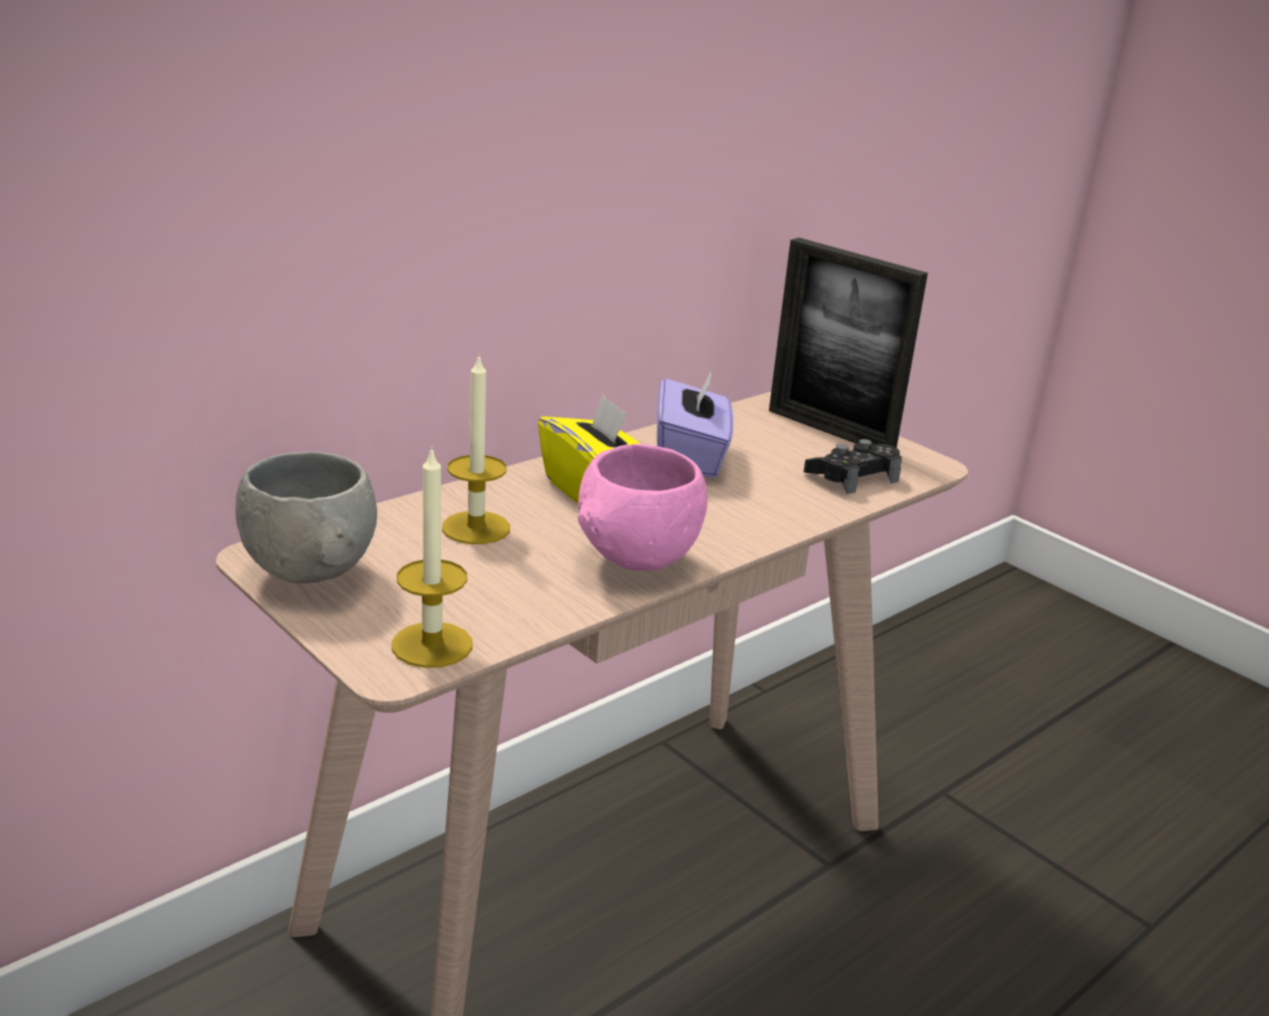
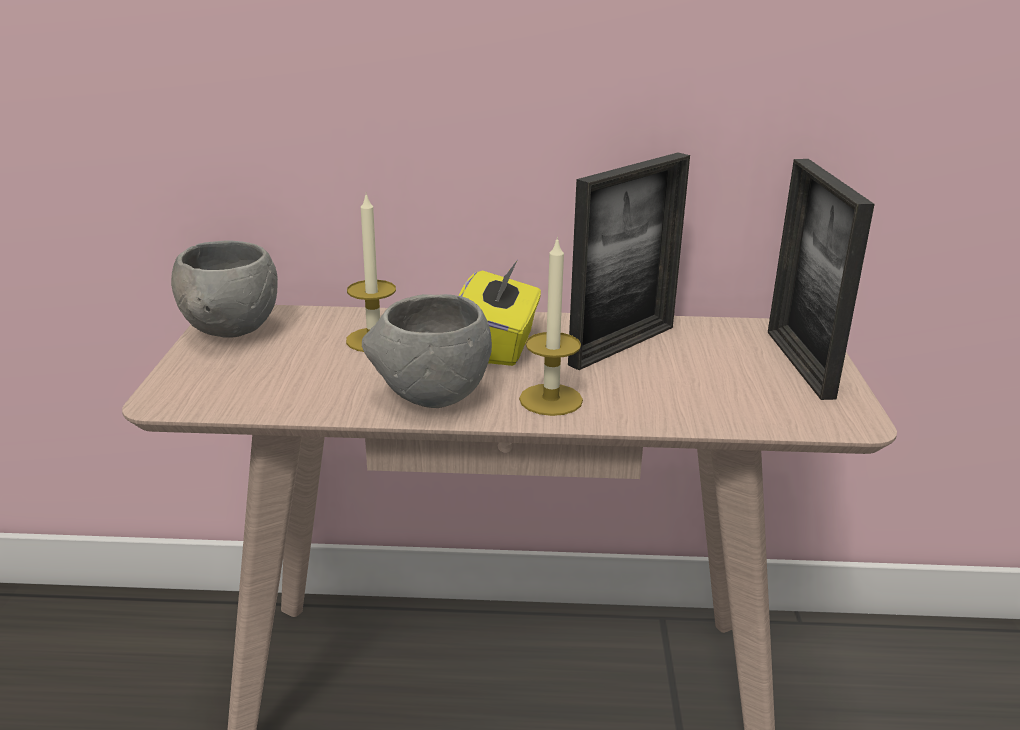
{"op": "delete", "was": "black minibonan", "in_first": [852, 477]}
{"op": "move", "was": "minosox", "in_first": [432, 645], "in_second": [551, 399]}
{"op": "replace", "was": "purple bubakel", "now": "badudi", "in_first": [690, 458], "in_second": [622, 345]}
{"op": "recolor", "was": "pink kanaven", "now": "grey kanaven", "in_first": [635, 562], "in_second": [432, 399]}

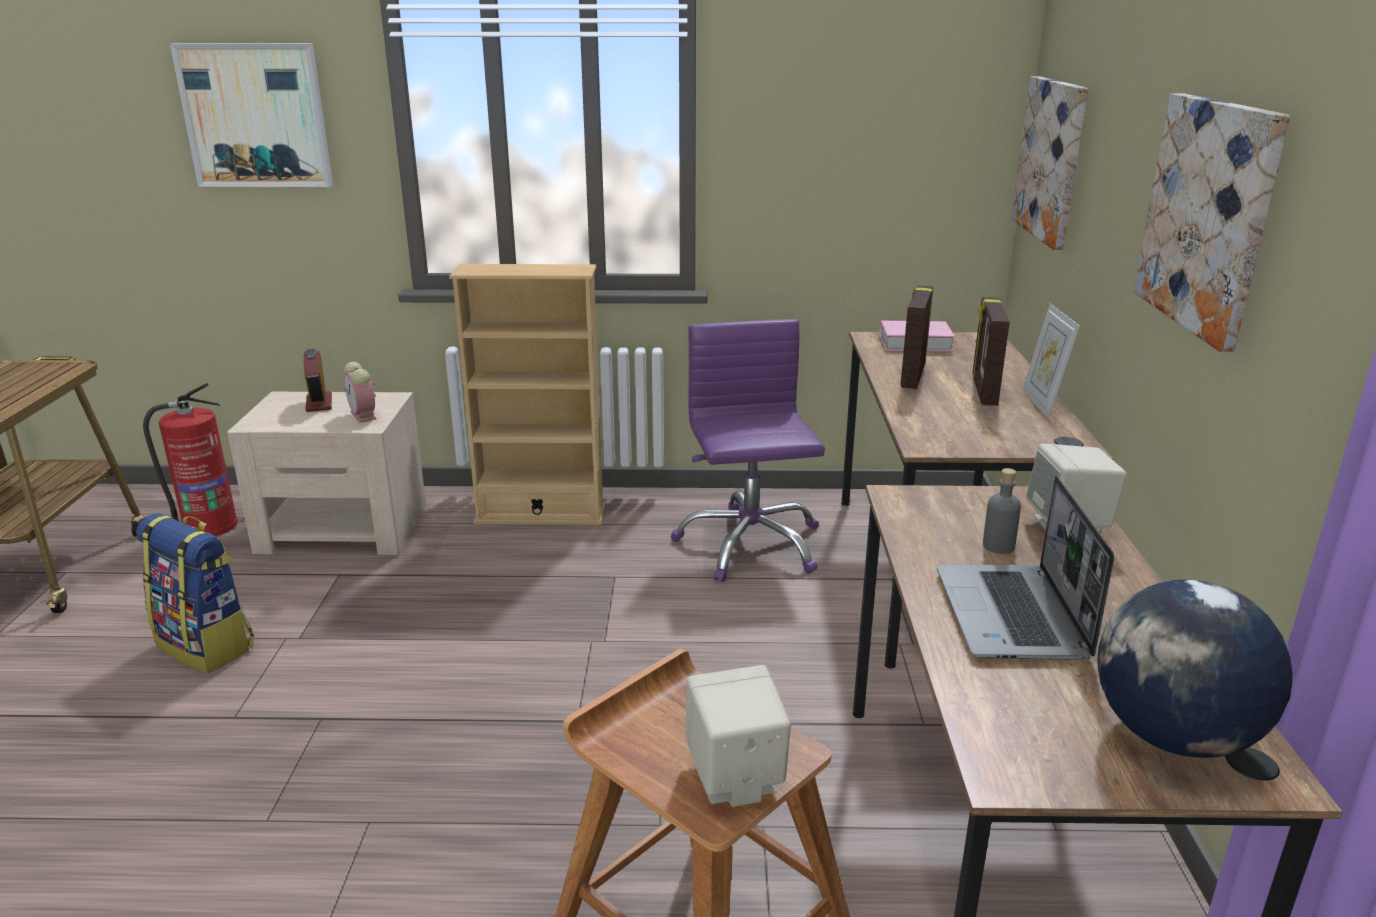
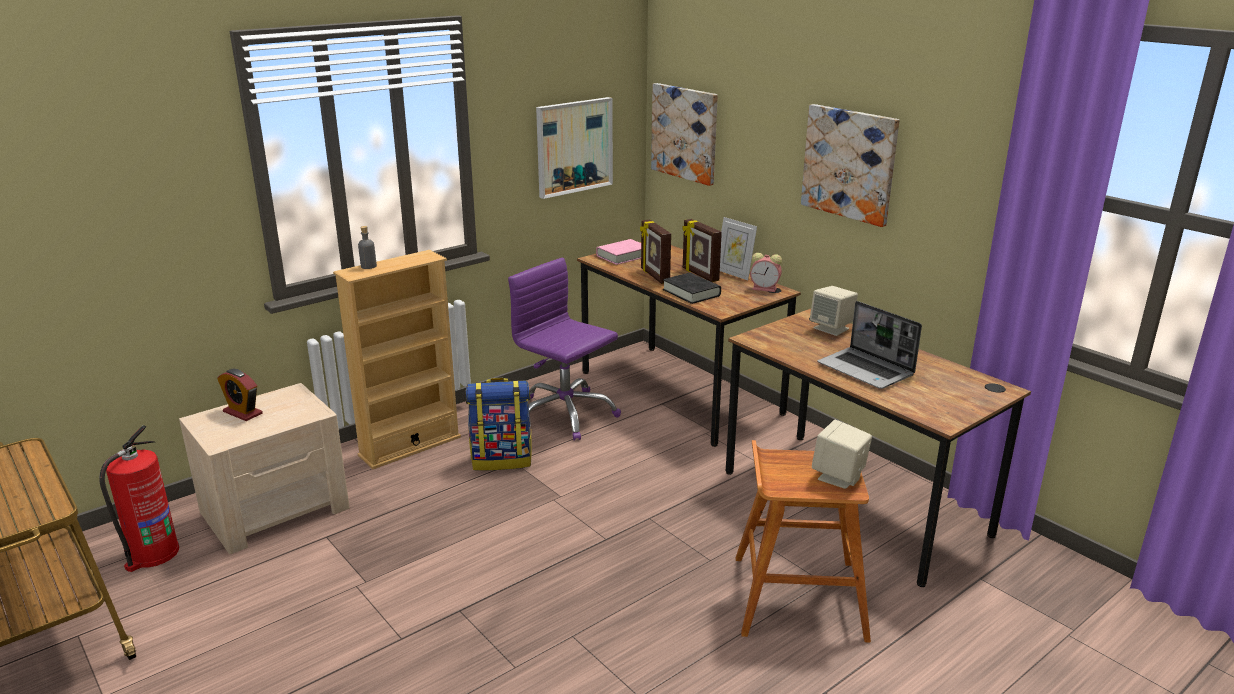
{"op": "delete", "was": "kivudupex", "in_first": [1172, 736]}
{"op": "insert", "now": "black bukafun", "in_second": [691, 292]}
{"op": "move", "was": "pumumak", "in_first": [207, 646], "in_second": [502, 459]}
{"op": "move", "was": "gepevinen", "in_first": [256, 116], "in_second": [574, 146]}
{"op": "move", "was": "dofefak", "in_first": [364, 416], "in_second": [765, 288]}
{"op": "move", "was": "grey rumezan", "in_first": [998, 546], "in_second": [368, 266]}

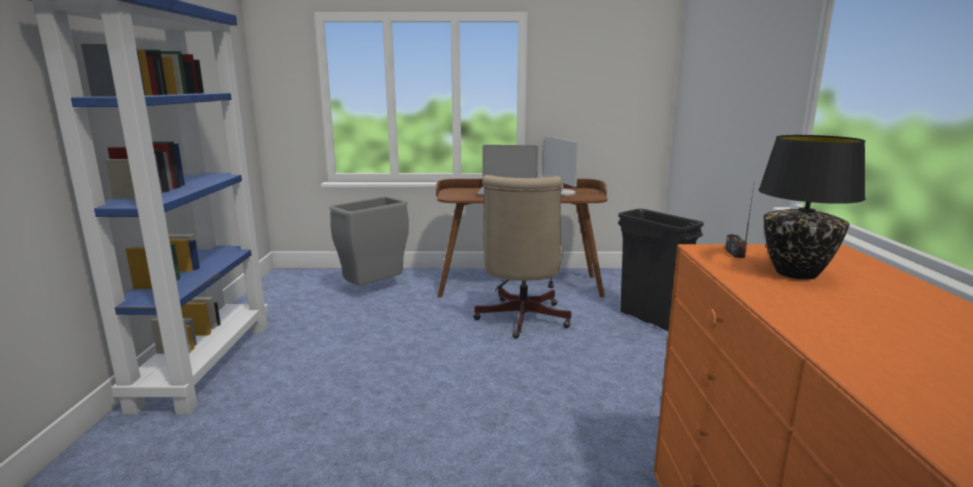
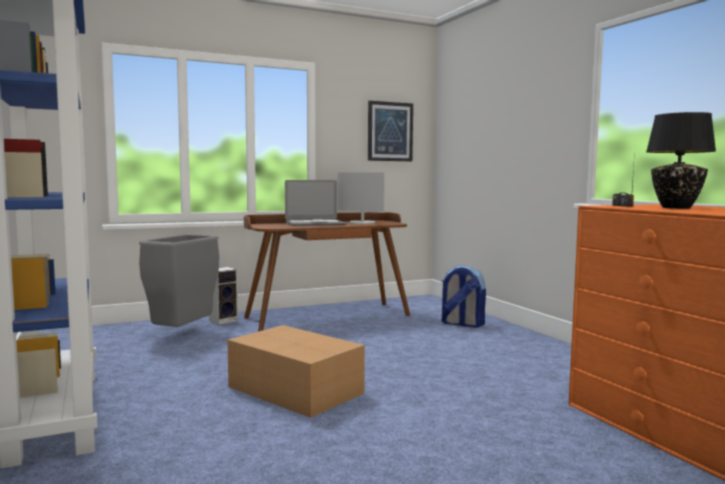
{"op": "delete", "was": "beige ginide", "in_first": [521, 320]}
{"op": "insert", "now": "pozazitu", "in_second": [224, 320]}
{"op": "insert", "now": "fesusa", "in_second": [296, 390]}
{"op": "insert", "now": "gepevinen", "in_second": [390, 131]}
{"op": "replace", "was": "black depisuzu", "now": "pumumak", "in_first": [649, 319], "in_second": [461, 324]}

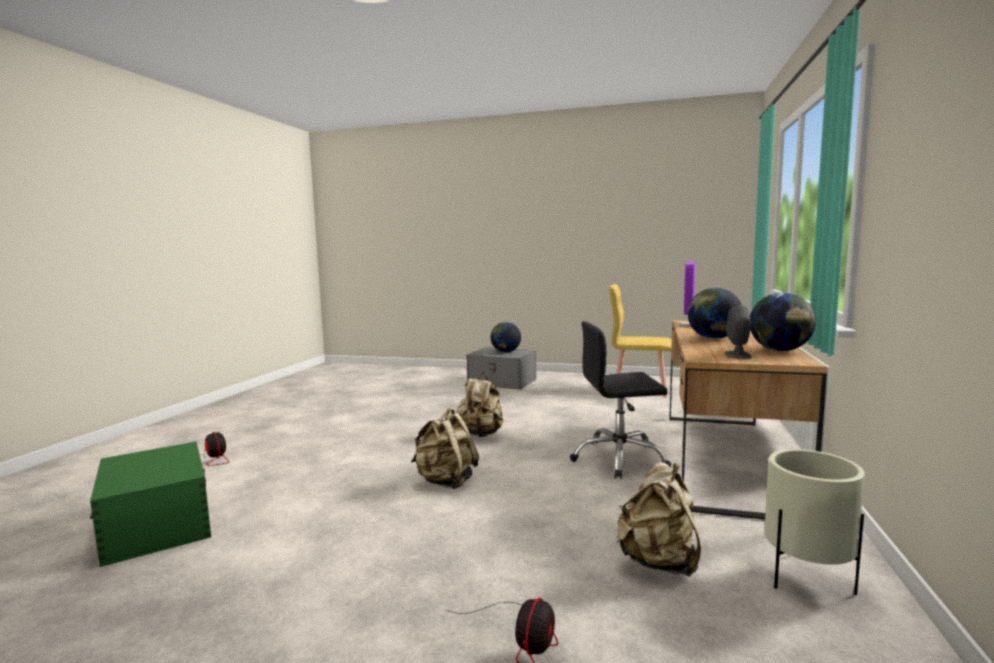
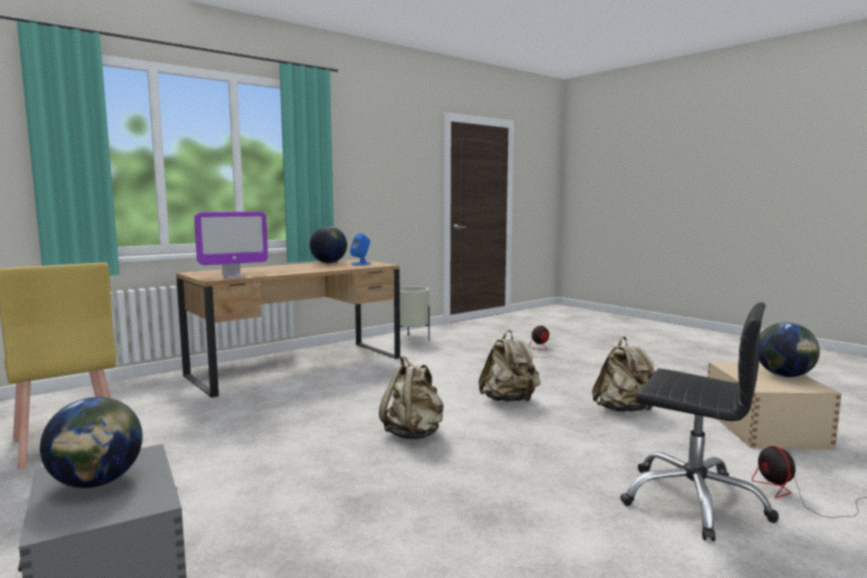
{"op": "move", "was": "black ginide", "in_first": [619, 458], "in_second": [693, 500]}
{"op": "move", "was": "beige pumumak", "in_first": [659, 562], "in_second": [625, 410]}
{"op": "move", "was": "kivudupex", "in_first": [713, 338], "in_second": [785, 375]}
{"op": "recolor", "was": "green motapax", "now": "beige motapax", "in_first": [158, 524], "in_second": [764, 428]}
{"op": "recolor", "was": "grey pozazitu", "now": "blue pozazitu", "in_first": [738, 355], "in_second": [361, 263]}

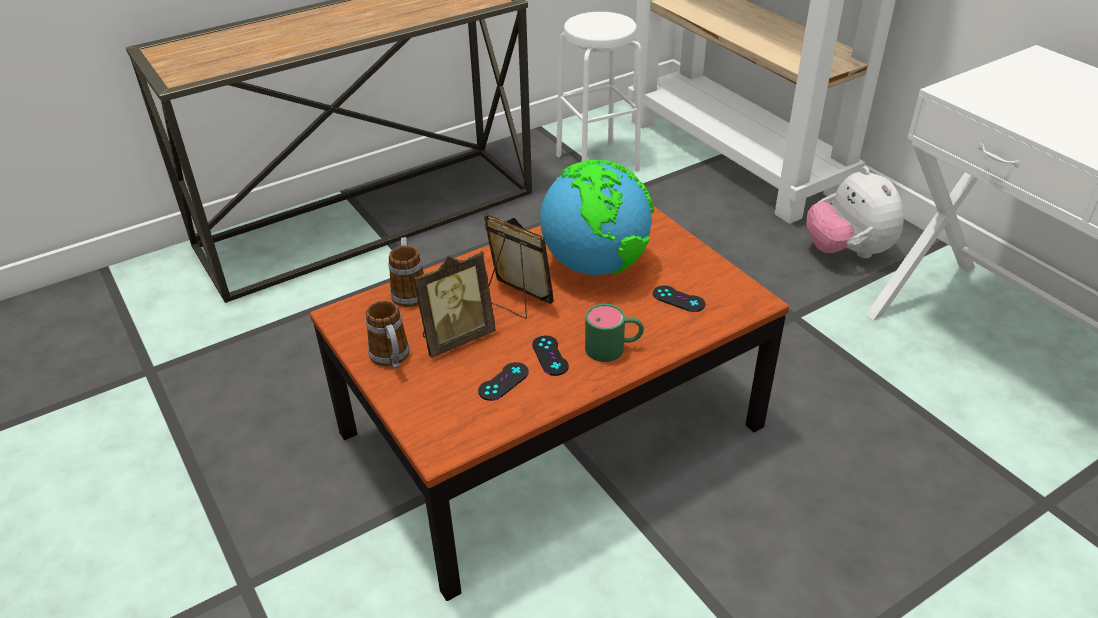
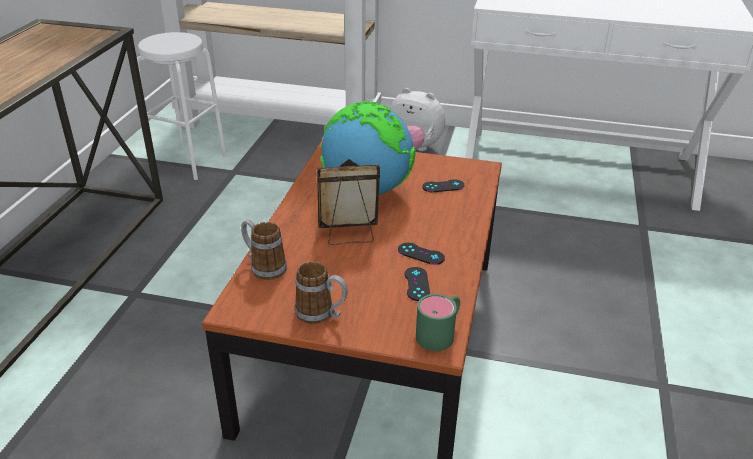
{"op": "delete", "was": "badudi", "in_first": [455, 338]}
{"op": "move", "was": "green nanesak", "in_first": [613, 348], "in_second": [440, 333]}

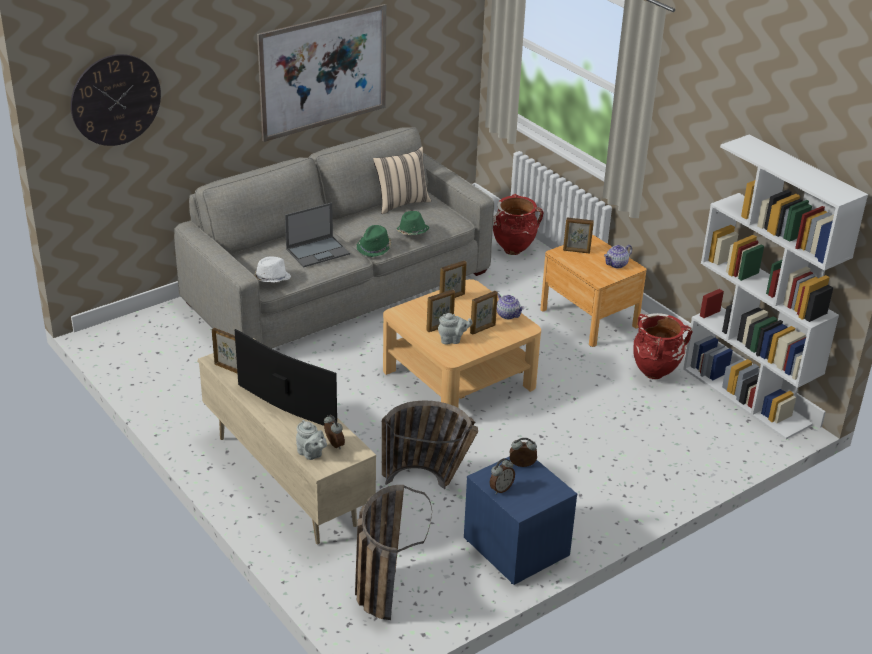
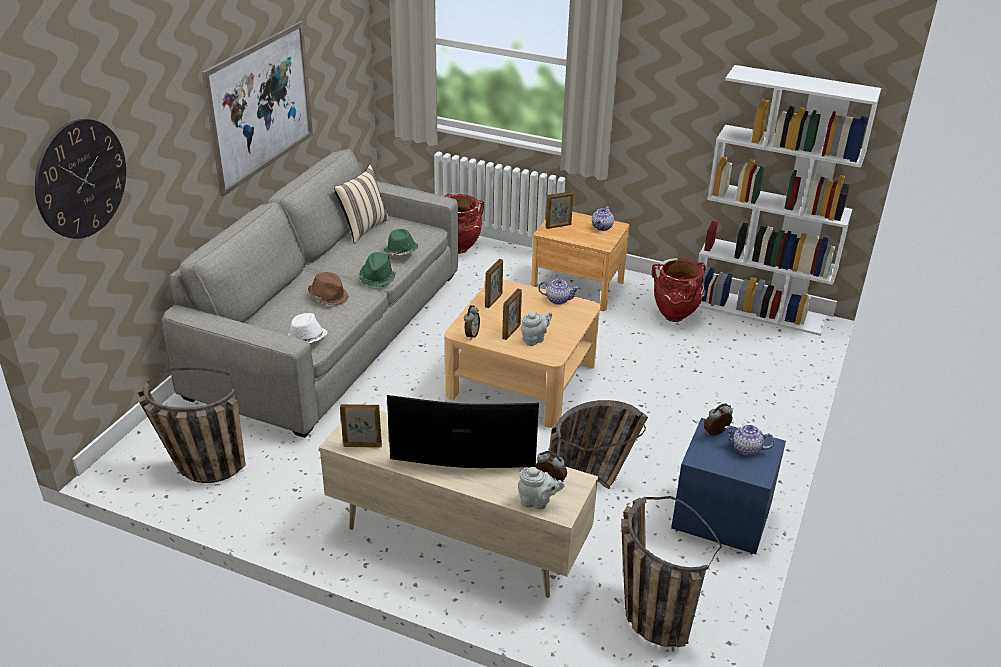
{"op": "delete", "was": "badudi", "in_first": [483, 329]}
{"op": "insert", "now": "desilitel", "in_second": [196, 468]}
{"op": "insert", "now": "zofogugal", "in_second": [746, 449]}
{"op": "move", "was": "dofefak", "in_first": [500, 489], "in_second": [471, 335]}
{"op": "replace", "was": "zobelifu", "now": "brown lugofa", "in_first": [318, 251], "in_second": [328, 297]}

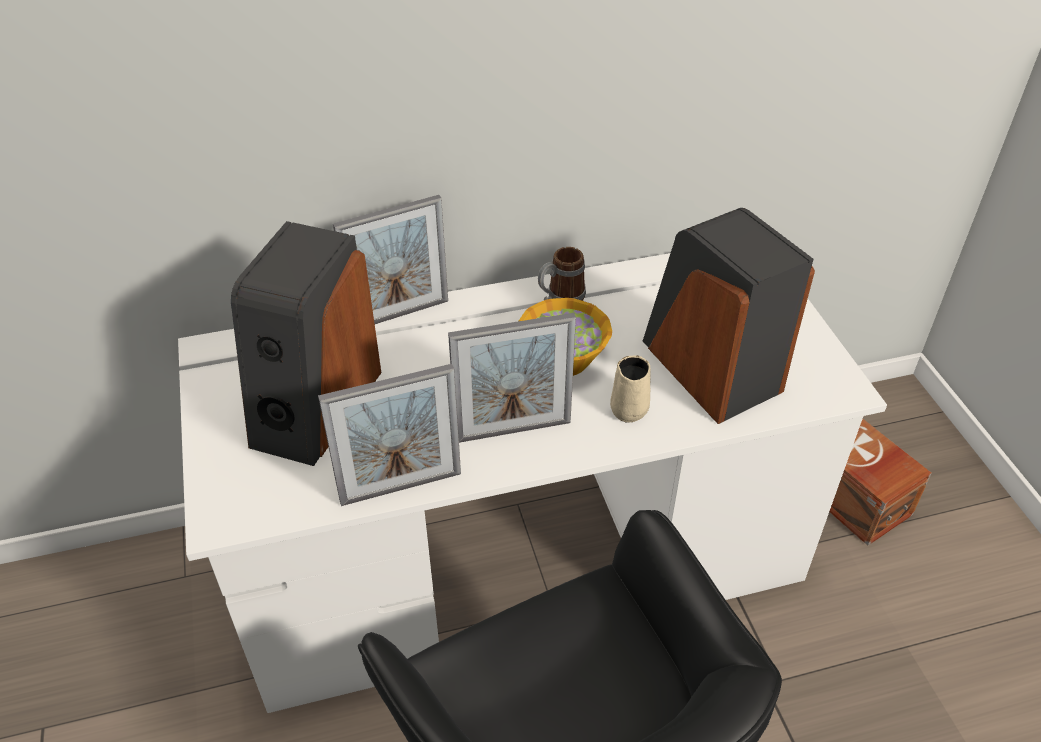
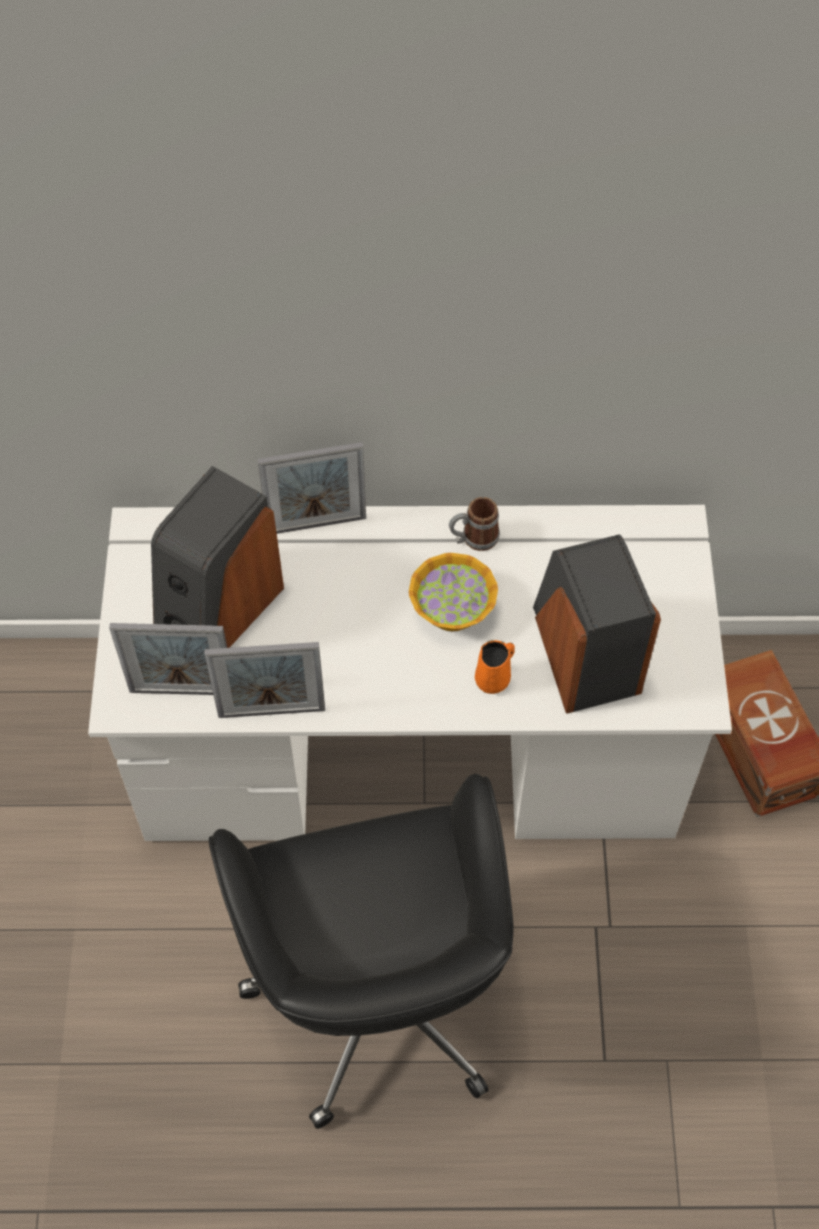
{"op": "move", "was": "badudi", "in_first": [513, 430], "in_second": [182, 691]}
{"op": "recolor", "was": "beige nanesak", "now": "orange nanesak", "in_first": [630, 408], "in_second": [494, 679]}

